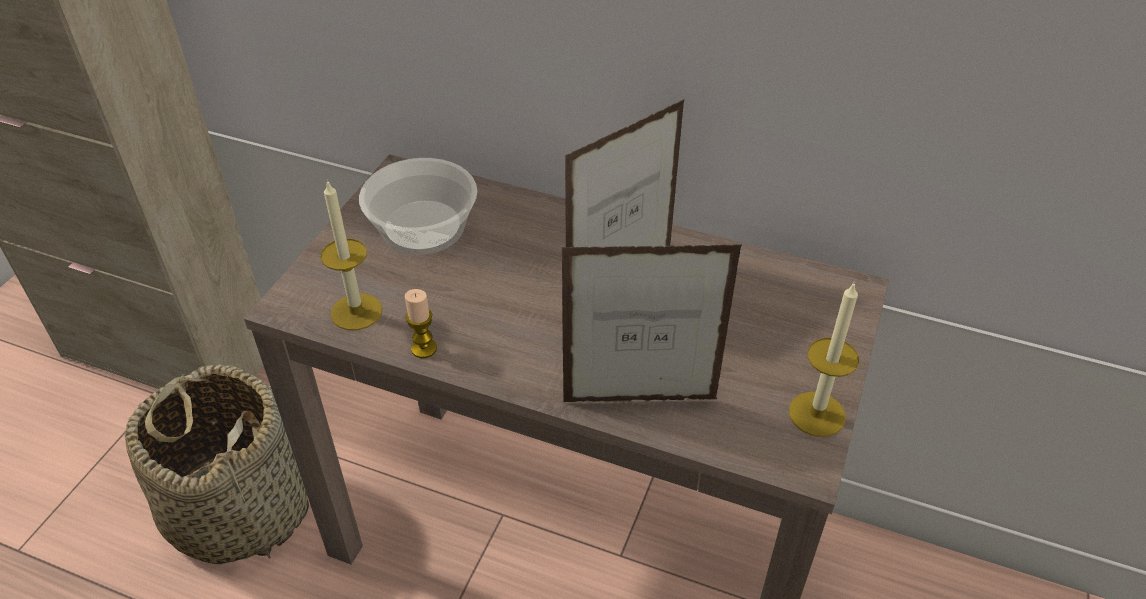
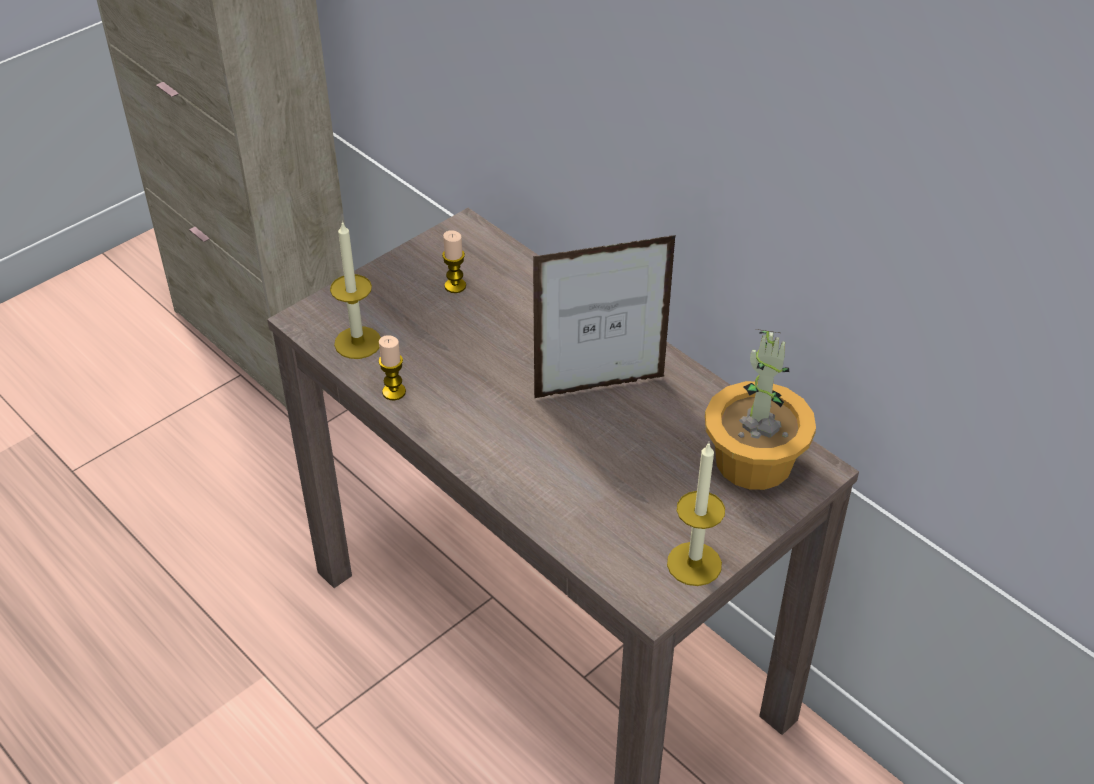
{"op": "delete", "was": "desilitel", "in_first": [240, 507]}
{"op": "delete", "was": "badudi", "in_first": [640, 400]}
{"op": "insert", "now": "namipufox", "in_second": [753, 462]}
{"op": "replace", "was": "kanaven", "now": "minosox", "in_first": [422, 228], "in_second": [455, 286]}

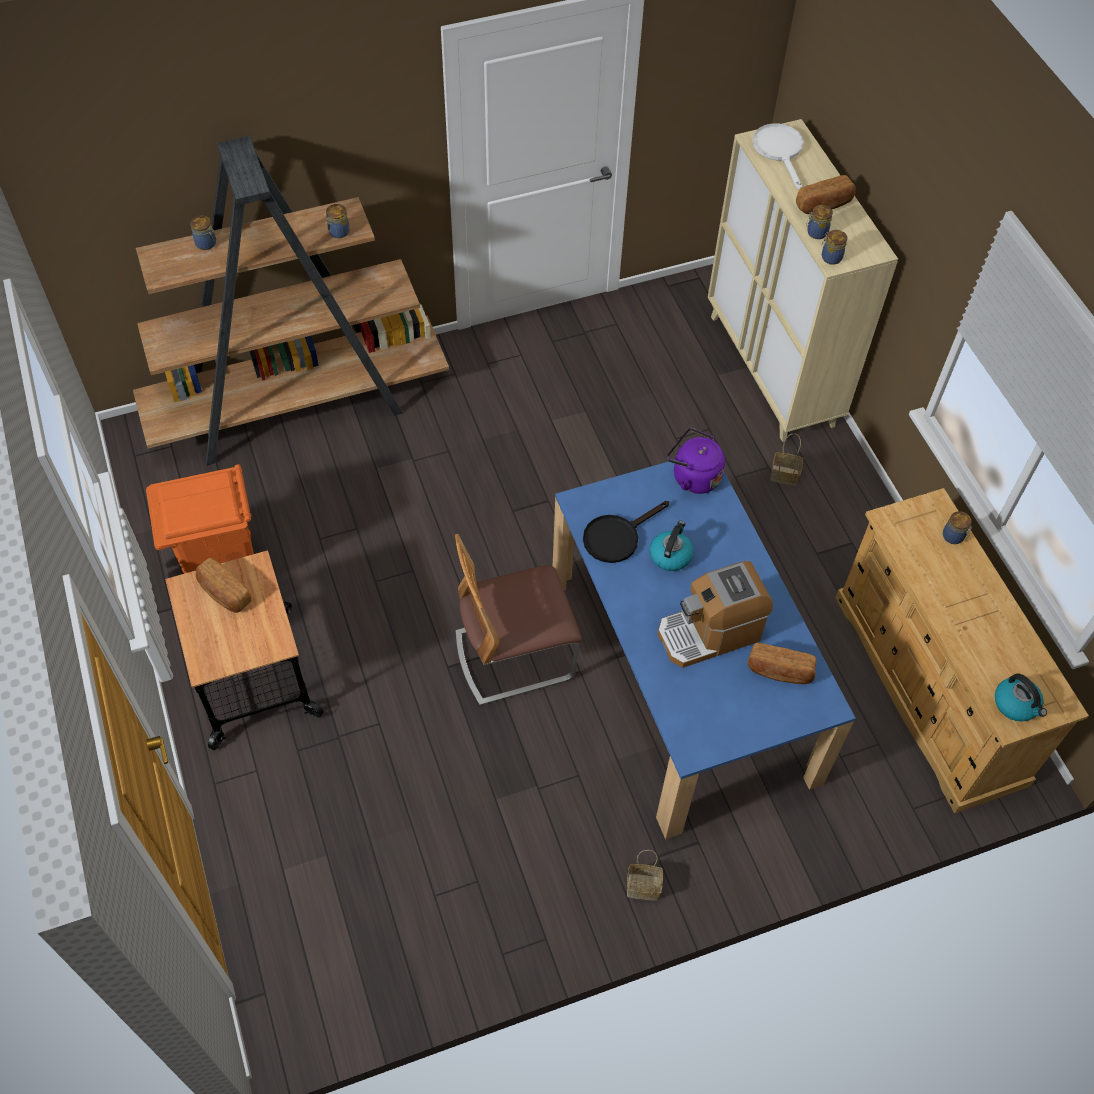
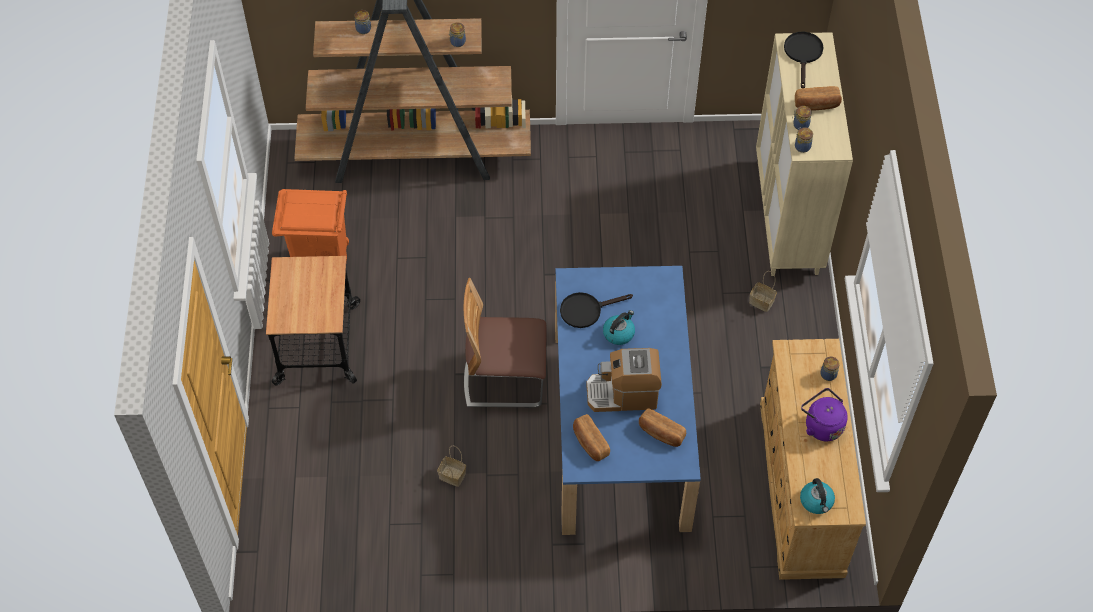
{"op": "move", "was": "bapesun", "in_first": [224, 593], "in_second": [590, 443]}
{"op": "move", "was": "desilitel", "in_first": [642, 887], "in_second": [451, 476]}
{"op": "move", "was": "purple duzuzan", "in_first": [693, 476], "in_second": [821, 425]}
{"op": "recolor", "was": "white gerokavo", "now": "black gerokavo", "in_first": [780, 151], "in_second": [803, 54]}

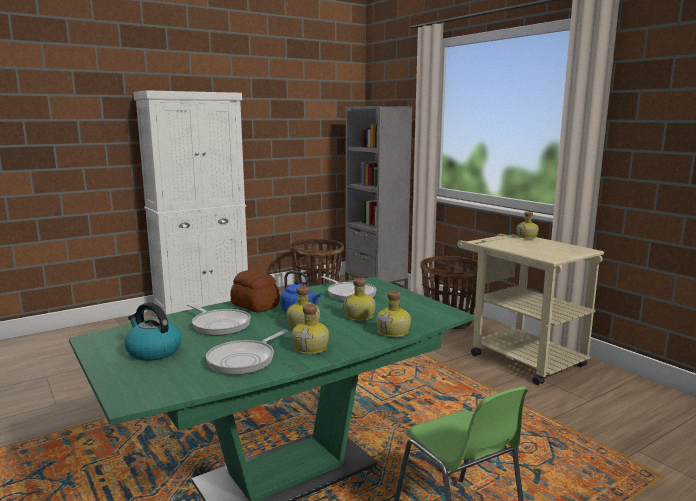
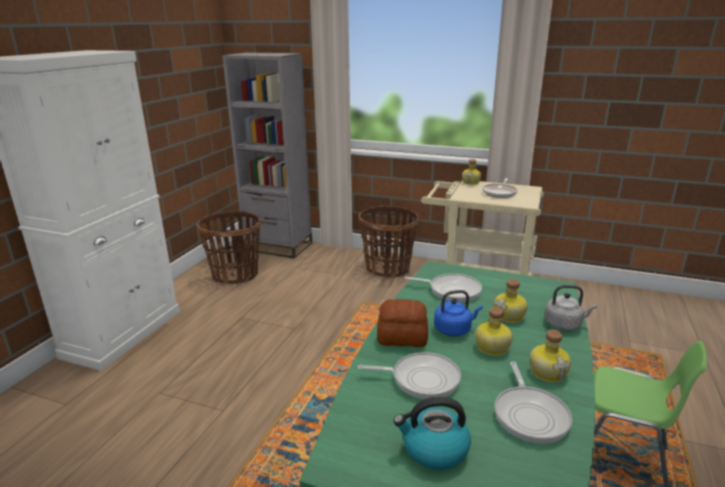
{"op": "insert", "now": "gerokavo", "in_second": [500, 193]}
{"op": "replace", "was": "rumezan", "now": "grey duzuzan", "in_first": [394, 332], "in_second": [564, 324]}

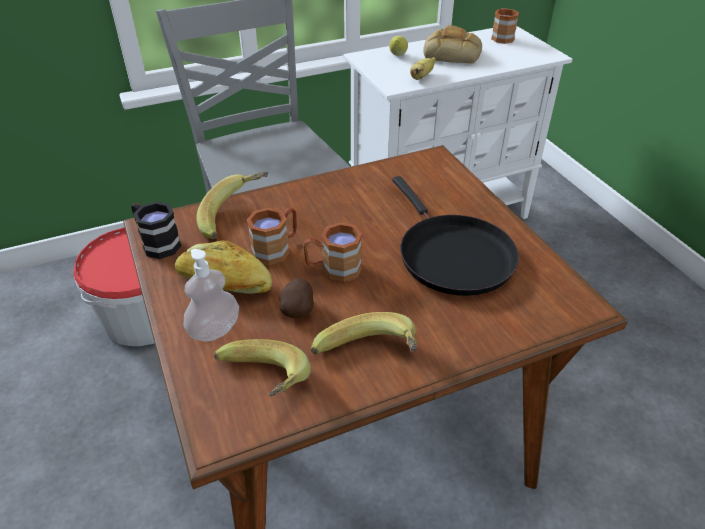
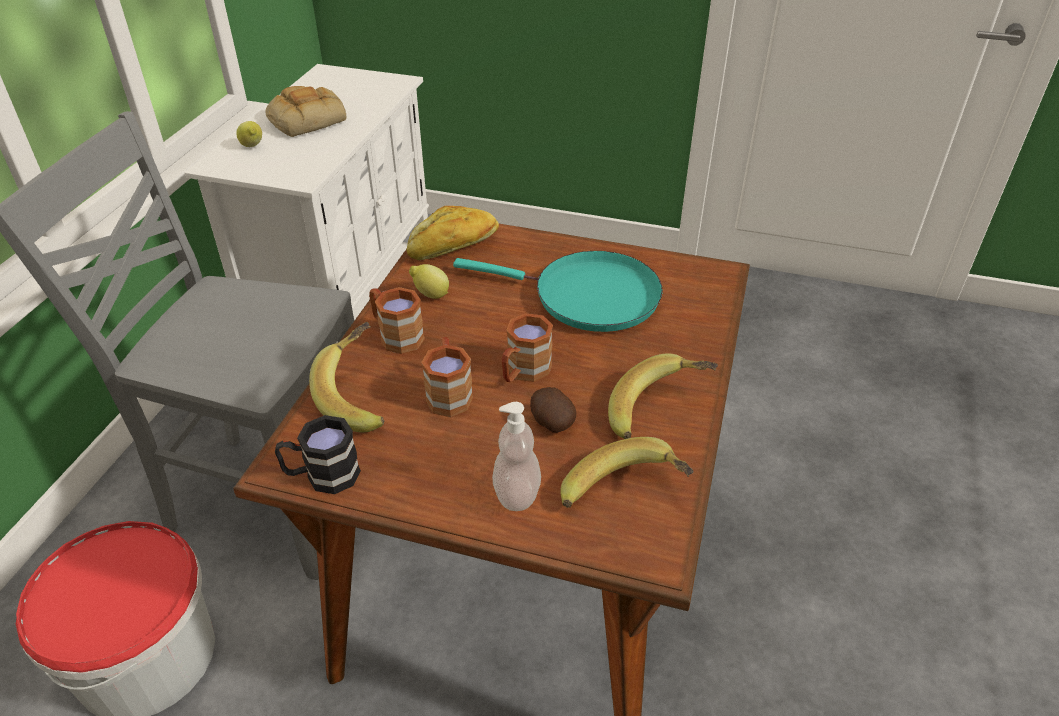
{"op": "delete", "was": "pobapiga", "in_first": [421, 77]}
{"op": "insert", "now": "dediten", "in_second": [430, 295]}
{"op": "move", "was": "bapesun", "in_first": [224, 283], "in_second": [454, 246]}
{"op": "move", "was": "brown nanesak", "in_first": [502, 37], "in_second": [396, 335]}
{"op": "recolor", "was": "black gerokavo", "now": "turquoise gerokavo", "in_first": [451, 255], "in_second": [588, 297]}

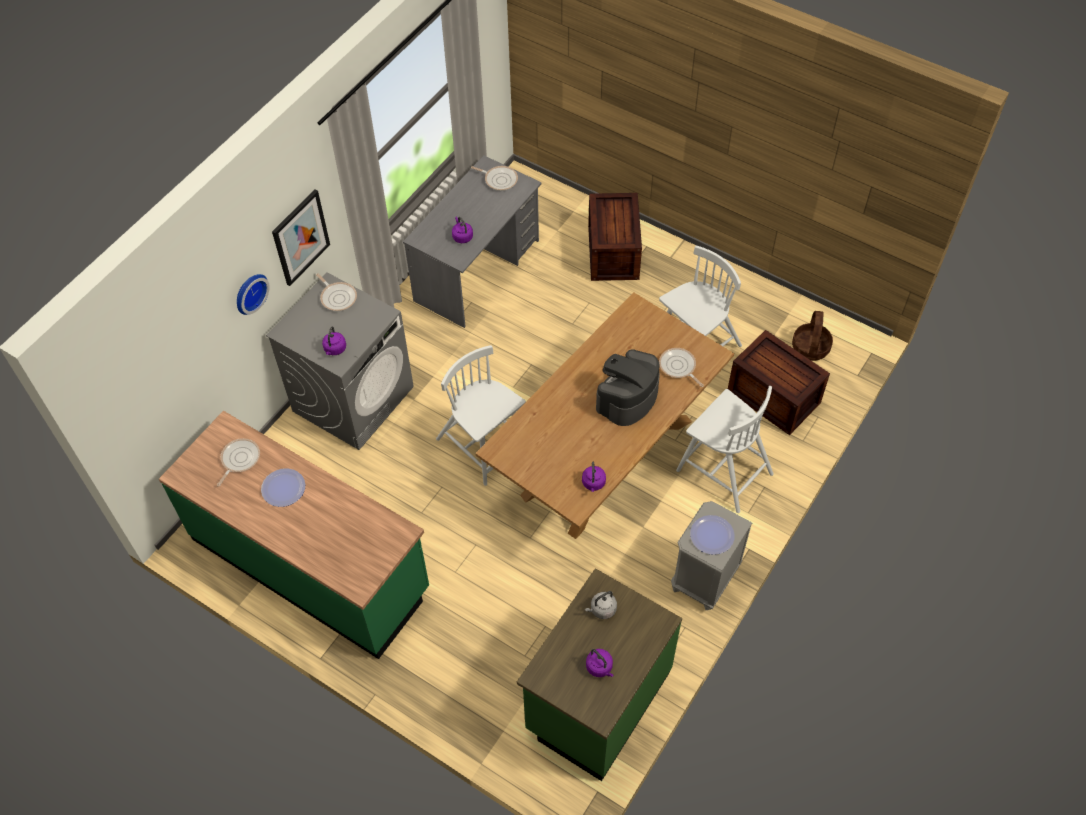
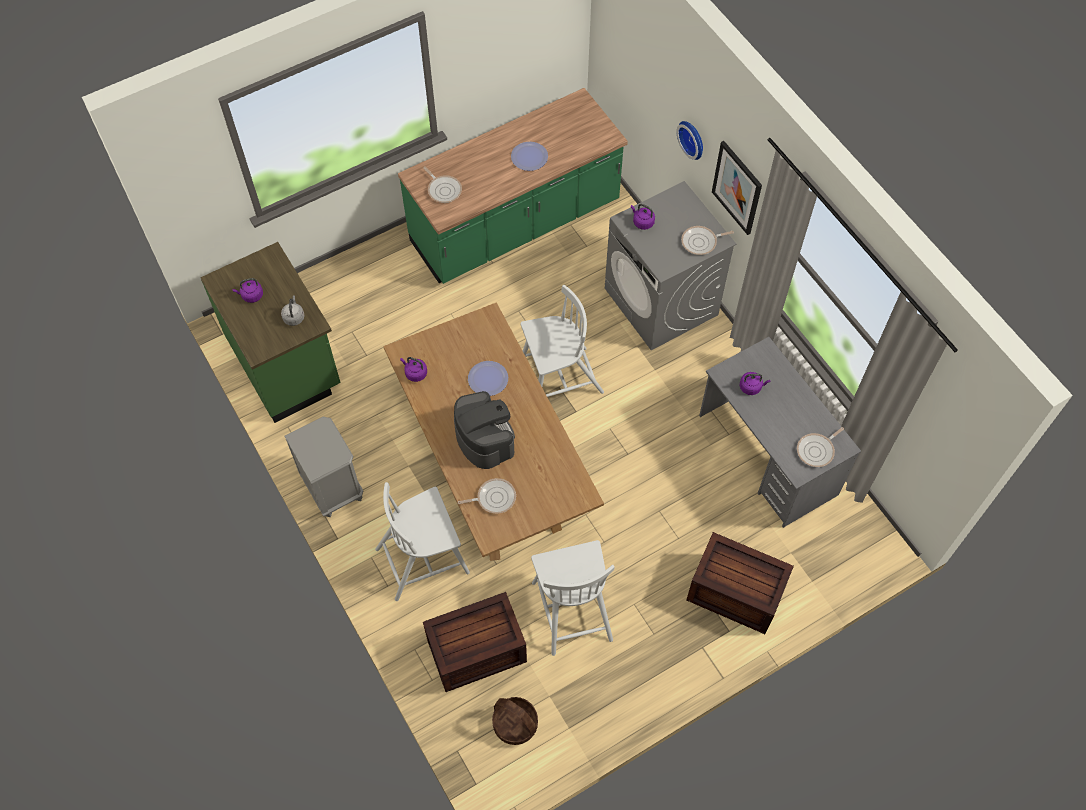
{"op": "move", "was": "gerokavo", "in_first": [239, 459], "in_second": [443, 189]}
{"op": "move", "was": "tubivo", "in_first": [712, 535], "in_second": [488, 379]}

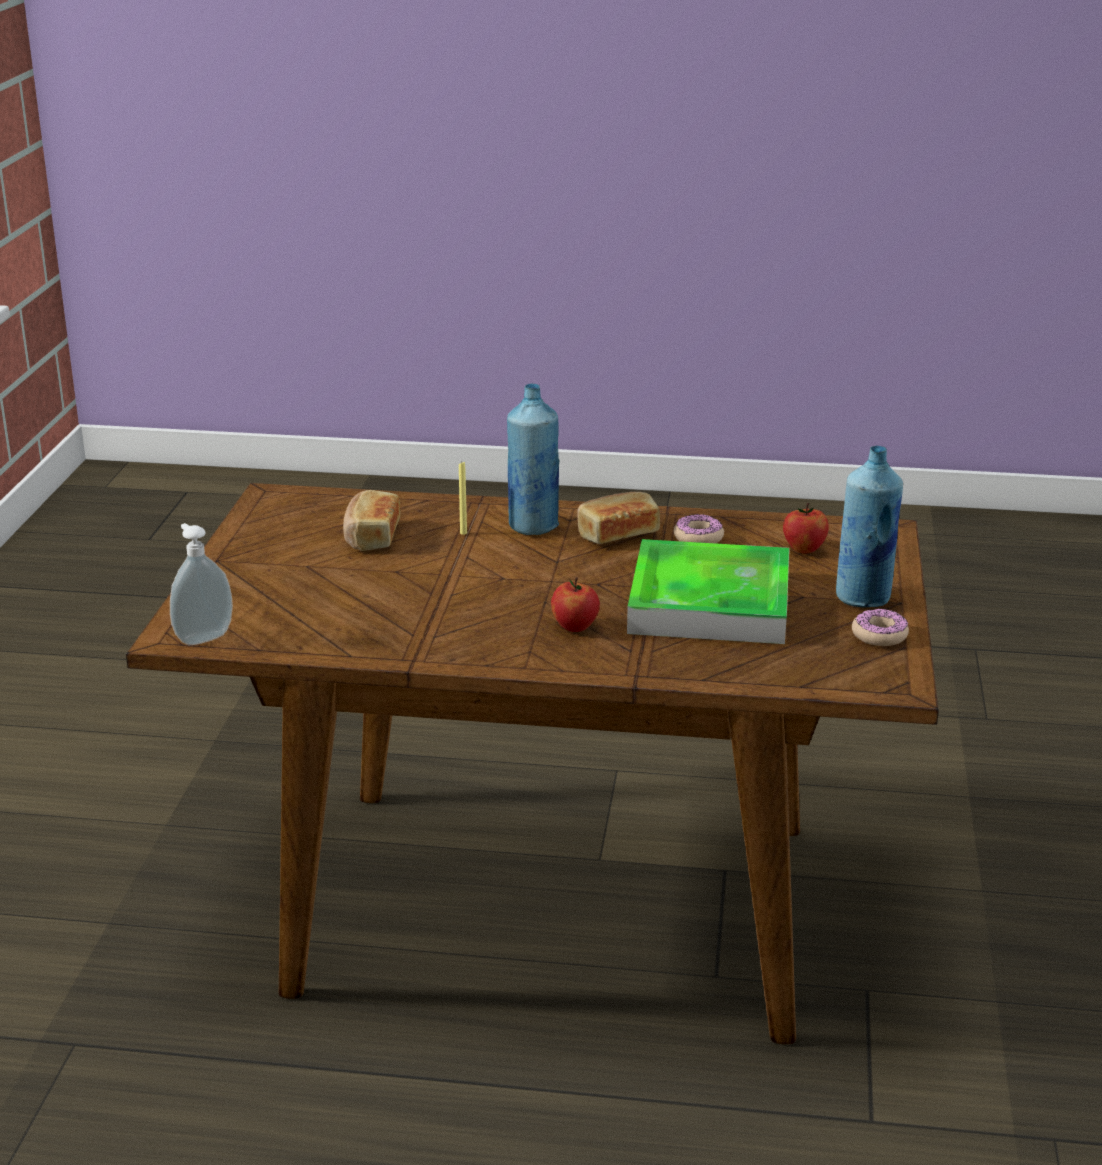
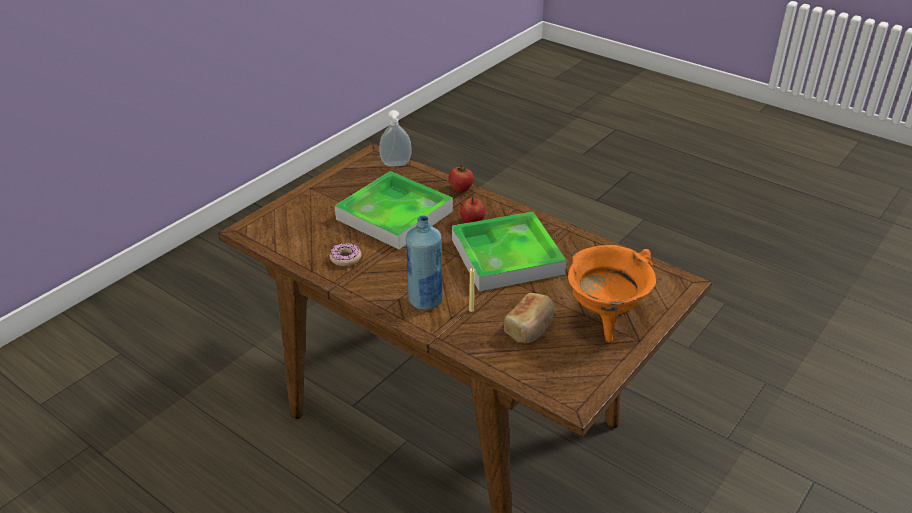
{"op": "delete", "was": "bapesun", "in_first": [617, 534]}
{"op": "delete", "was": "blue rumezan", "in_first": [863, 598]}
{"op": "delete", "was": "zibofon", "in_first": [879, 635]}
{"op": "insert", "now": "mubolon", "in_second": [507, 256]}
{"op": "insert", "now": "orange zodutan", "in_second": [605, 319]}
{"op": "move", "was": "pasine", "in_first": [202, 637], "in_second": [396, 165]}
{"op": "move", "was": "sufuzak", "in_first": [804, 549], "in_second": [461, 189]}

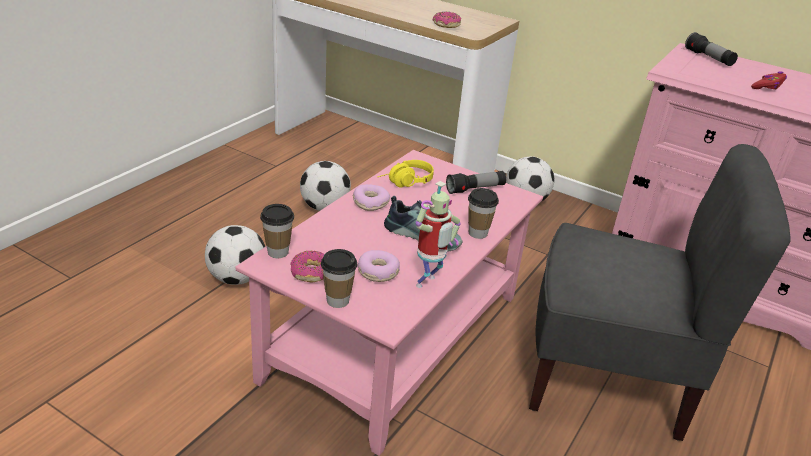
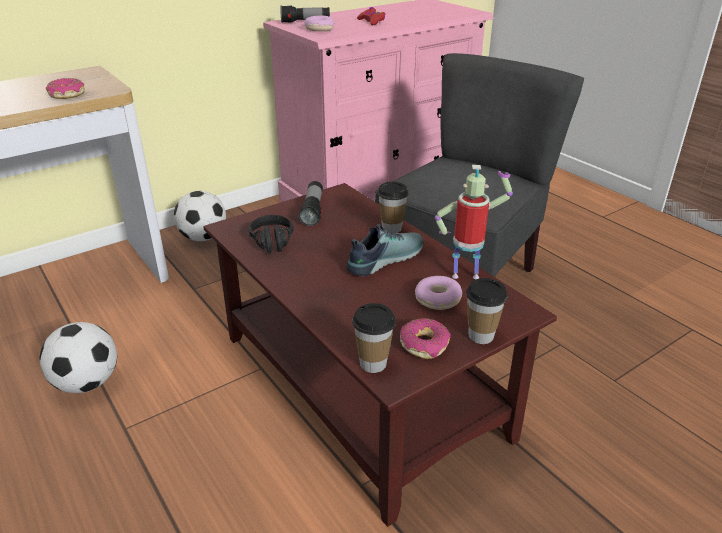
{"op": "delete", "was": "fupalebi", "in_first": [236, 278]}
{"op": "move", "was": "zibofon", "in_first": [370, 203], "in_second": [319, 29]}
{"op": "recolor", "was": "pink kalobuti", "now": "brown kalobuti", "in_first": [395, 335], "in_second": [358, 384]}
{"op": "recolor", "was": "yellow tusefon", "now": "black tusefon", "in_first": [405, 182], "in_second": [273, 245]}
{"op": "rotate", "was": "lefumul", "in_first": [428, 283], "in_second": [466, 274], "clockwise": -60}

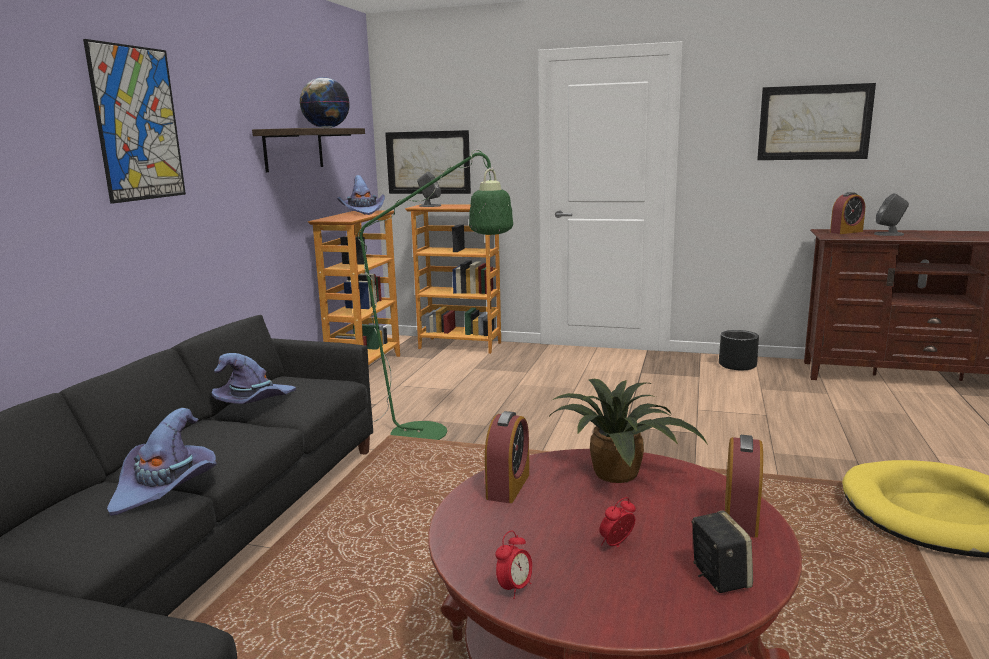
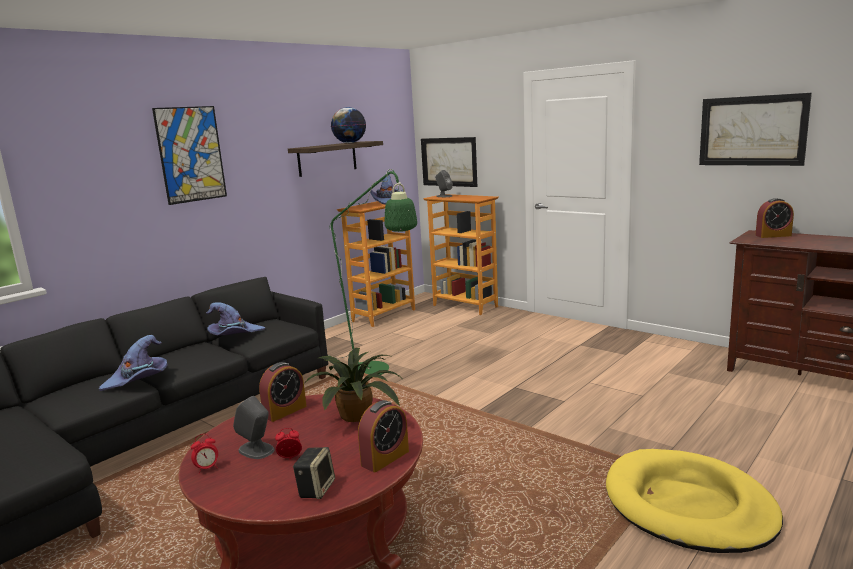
{"op": "delete", "was": "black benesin", "in_first": [737, 365]}
{"op": "move", "was": "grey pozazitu", "in_first": [889, 234], "in_second": [256, 450]}

